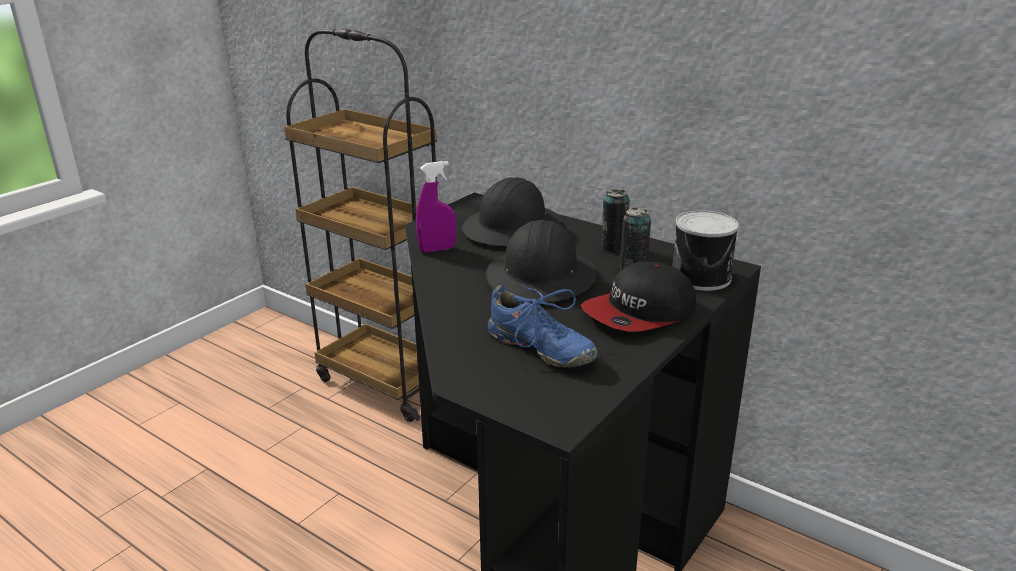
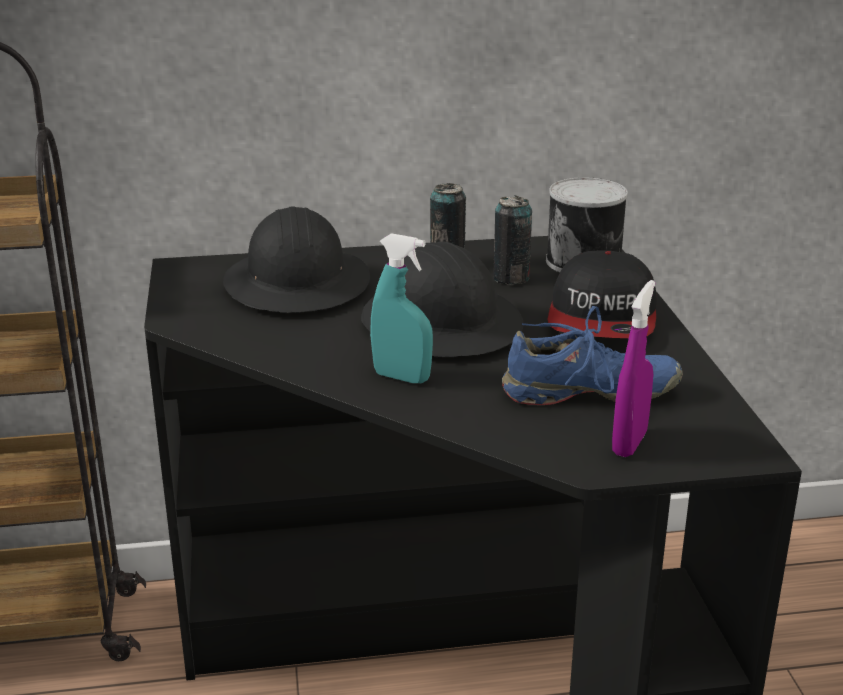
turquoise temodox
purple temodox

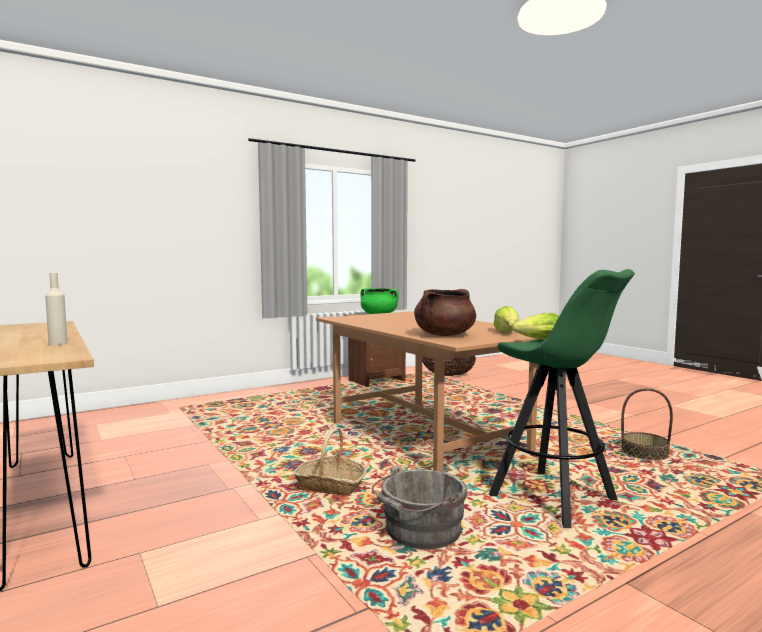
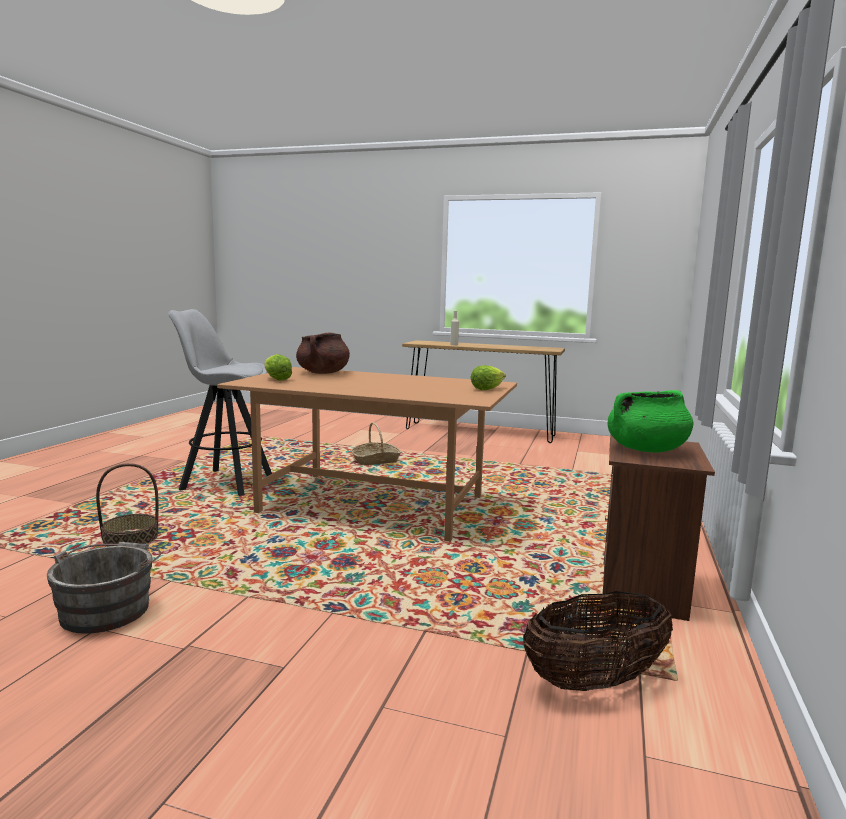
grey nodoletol
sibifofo (no. 2 from left)
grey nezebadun

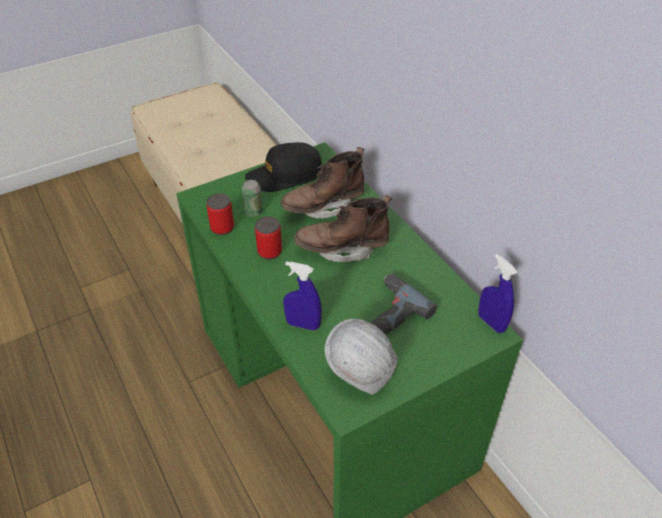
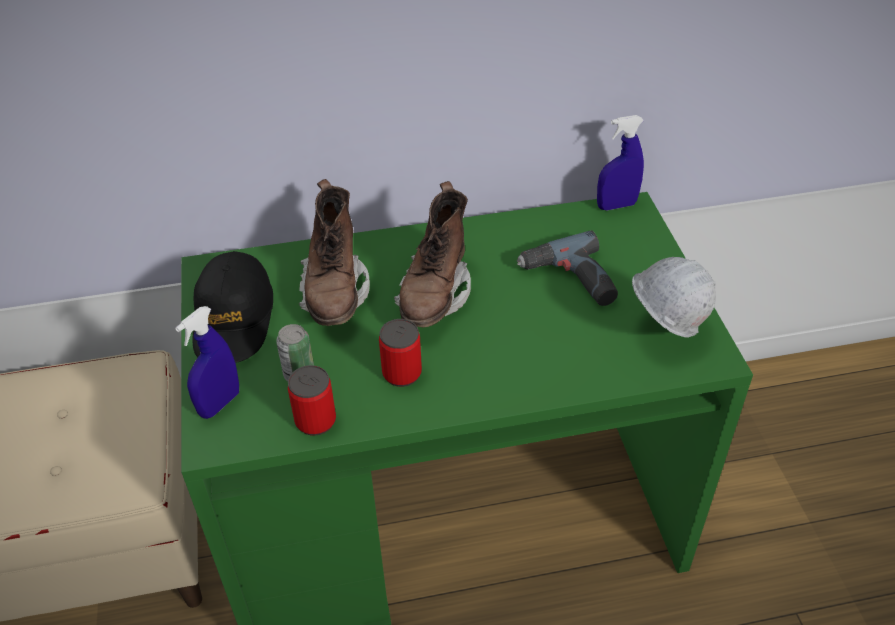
blue temodox (no. 1 from left)

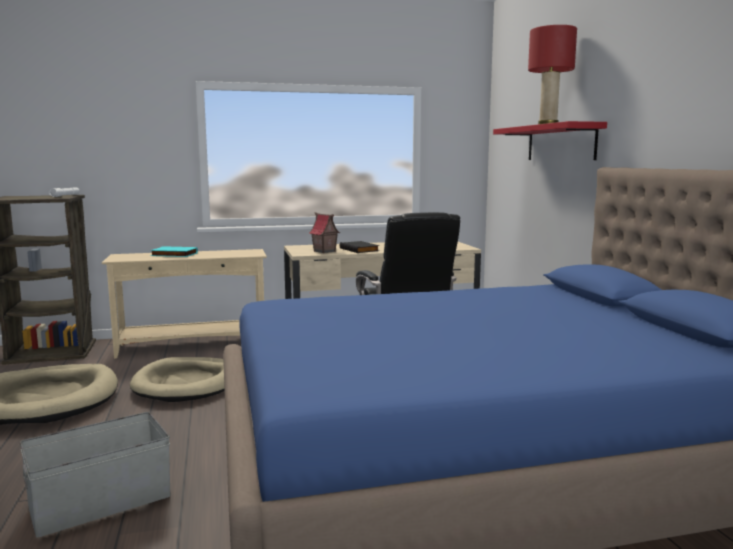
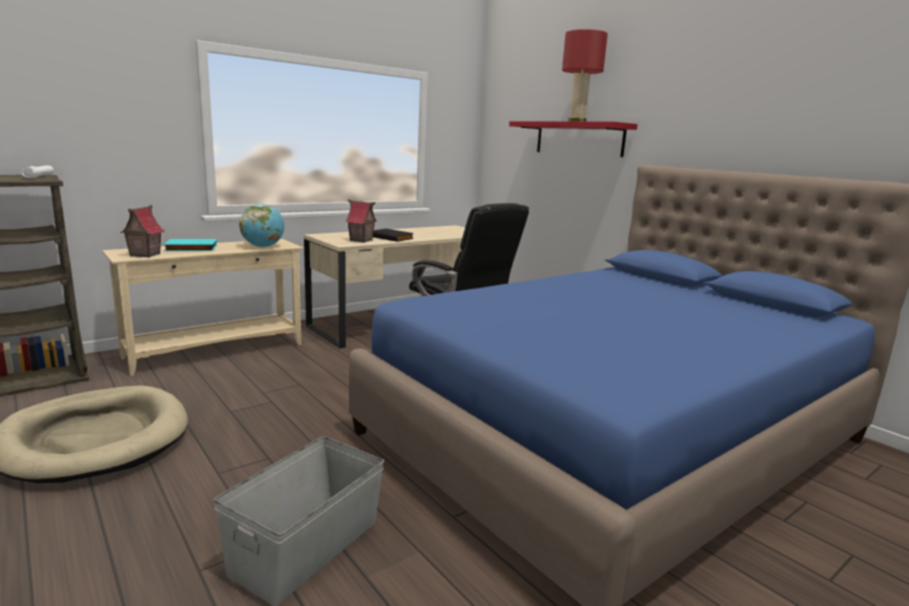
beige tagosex (no. 2 from left in the first image)
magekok (no. 1 from left)
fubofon

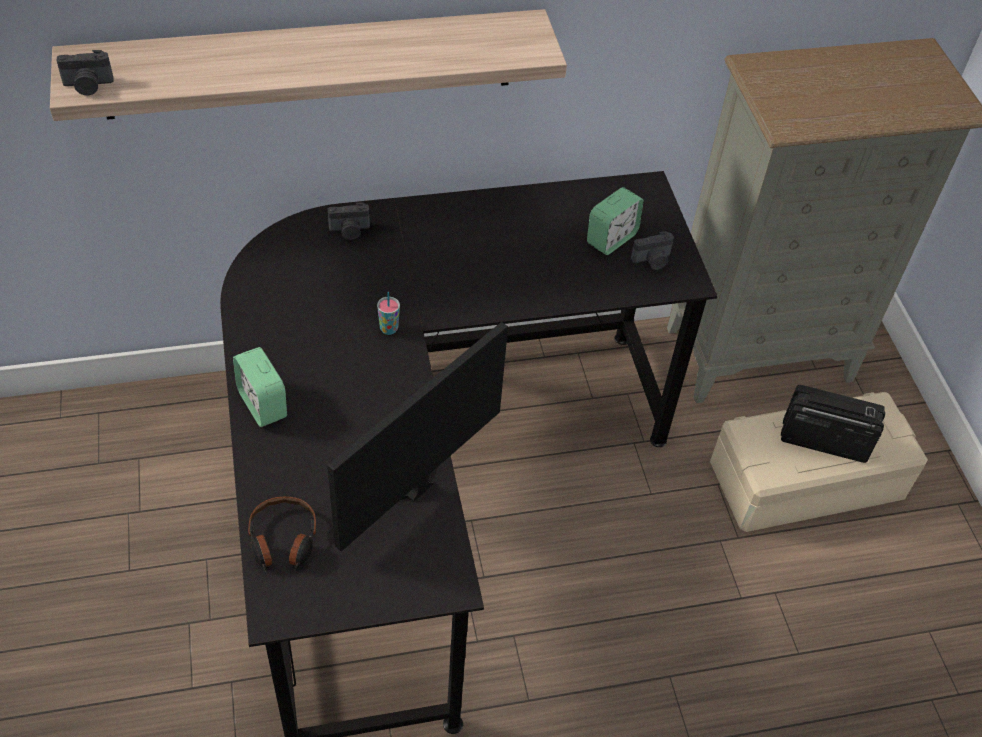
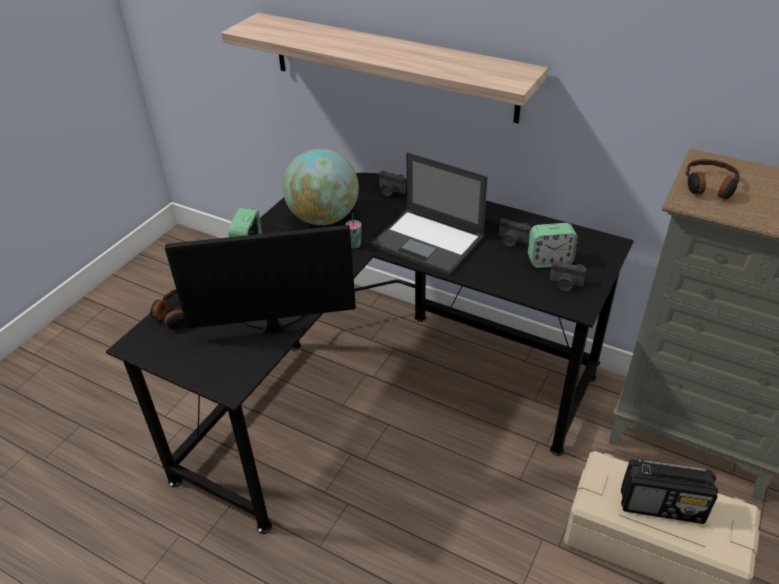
fubofon
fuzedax
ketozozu (no. 2 from left)
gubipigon (no. 2 from left)
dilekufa

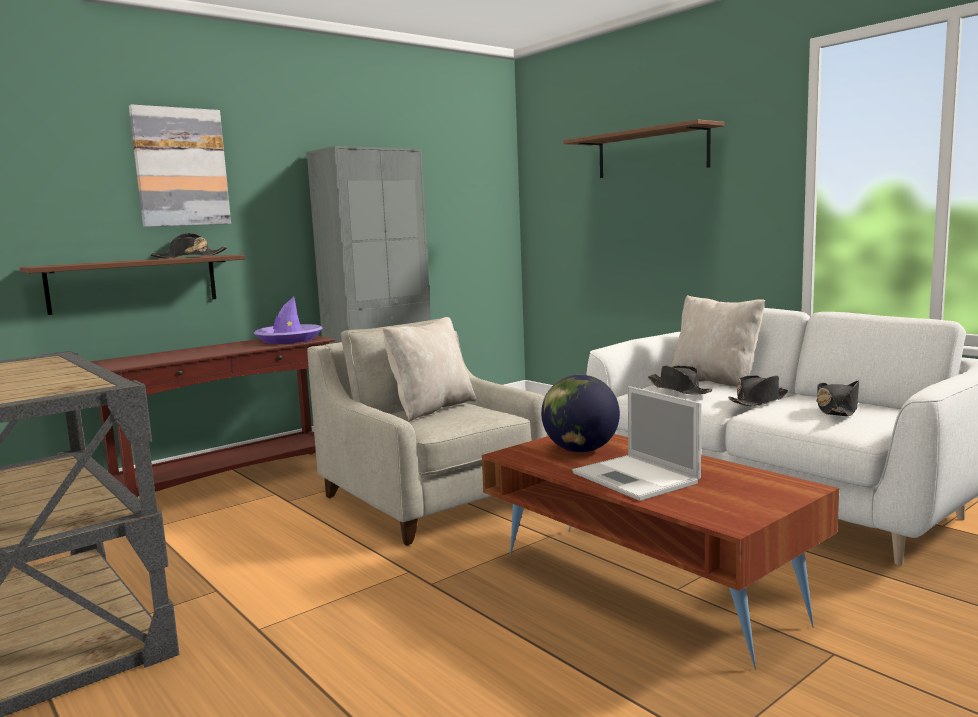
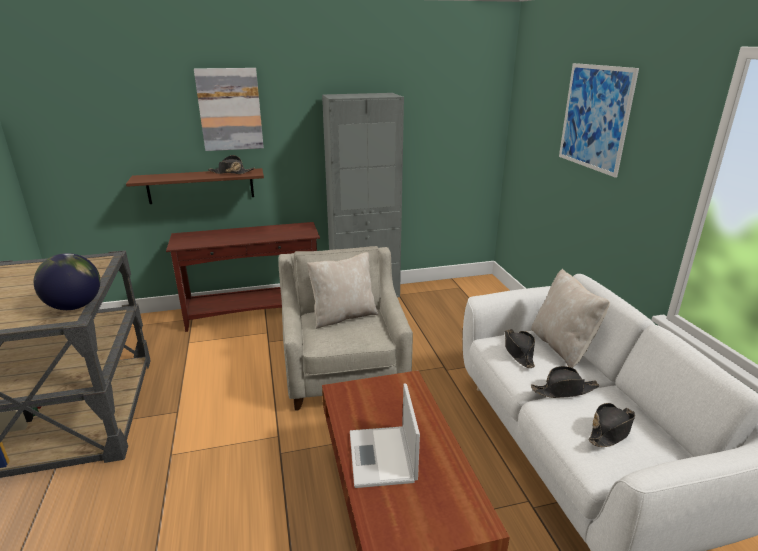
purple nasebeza
fubofon
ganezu (no. 2 from left)

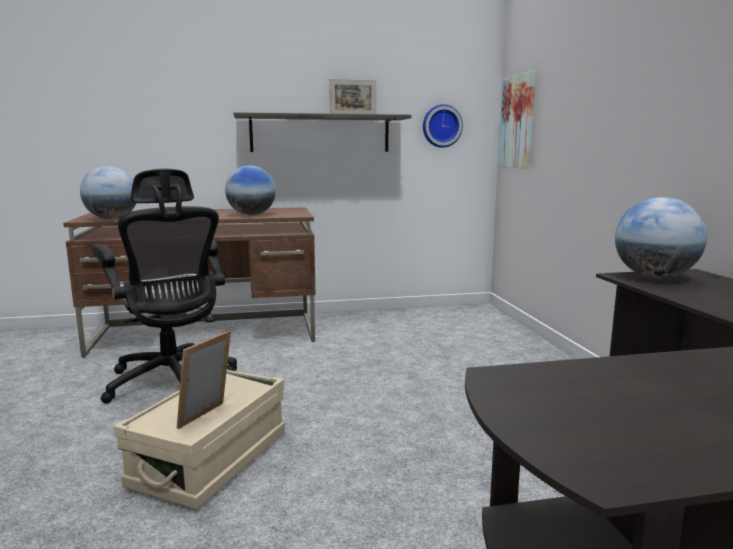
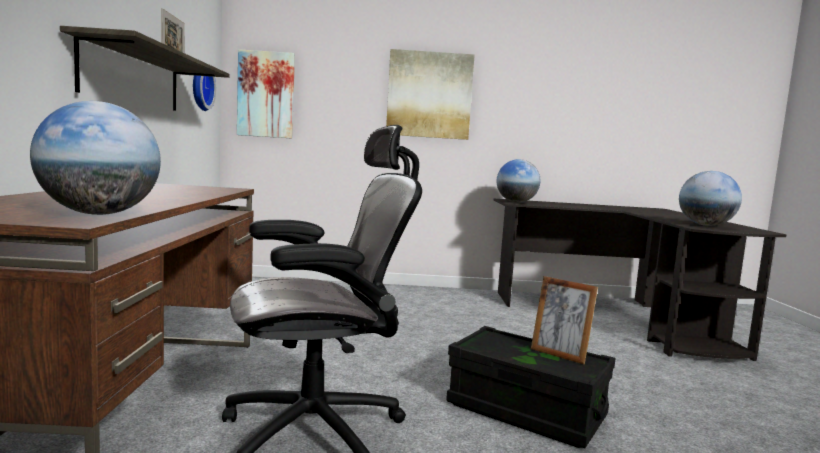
ganezu (no. 2 from left)
fubofon (no. 3 from left)
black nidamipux

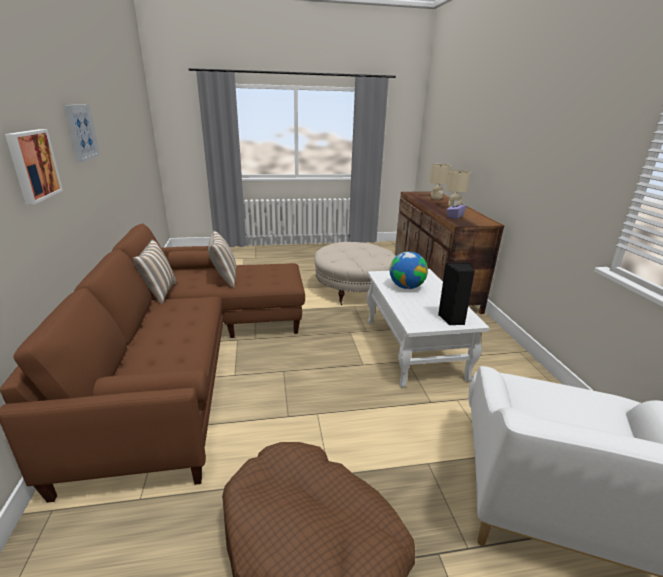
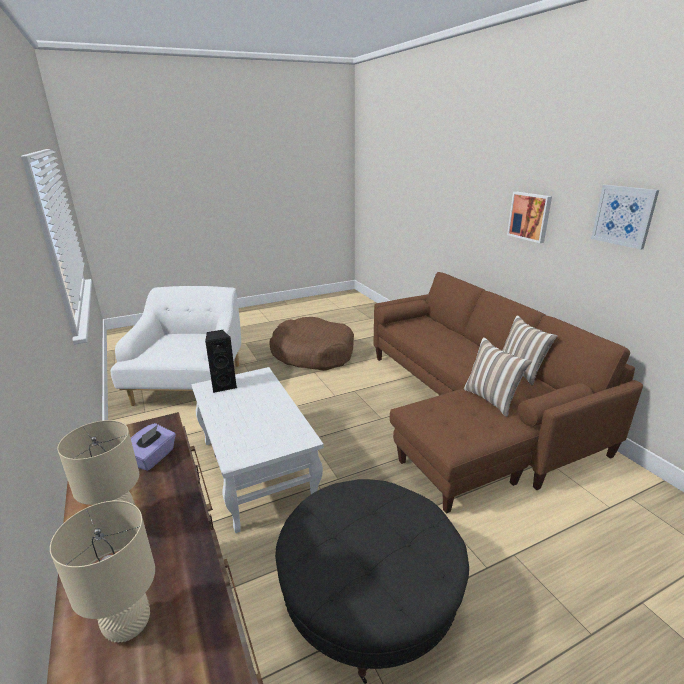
fubofon
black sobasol

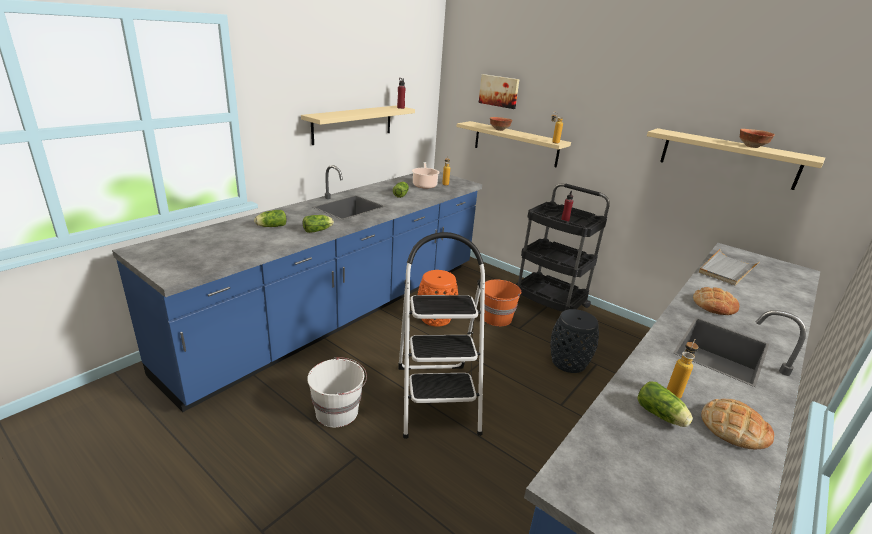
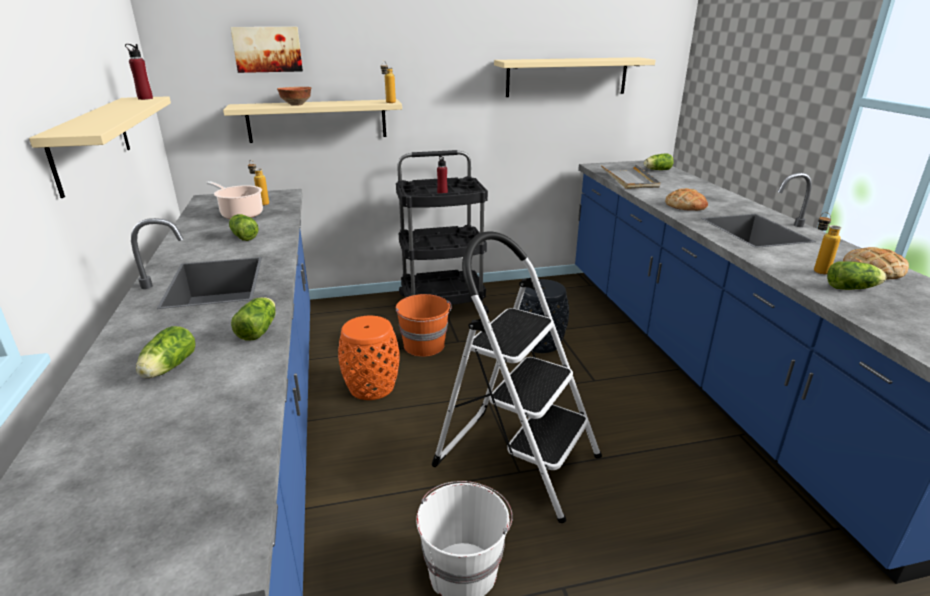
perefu (no. 2 from left in the first image)
sibifofo (no. 4 from left)

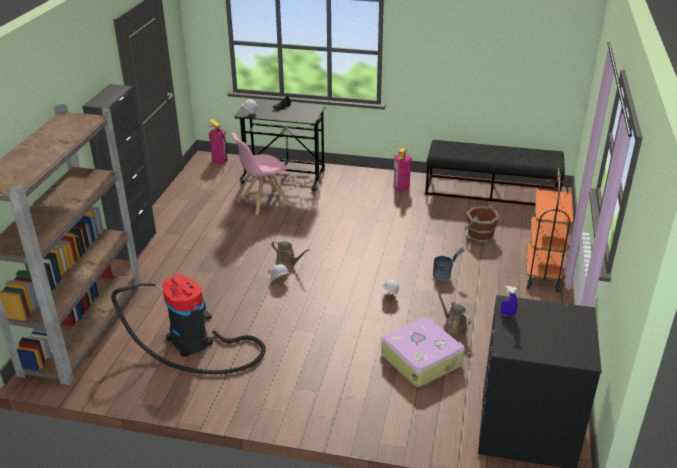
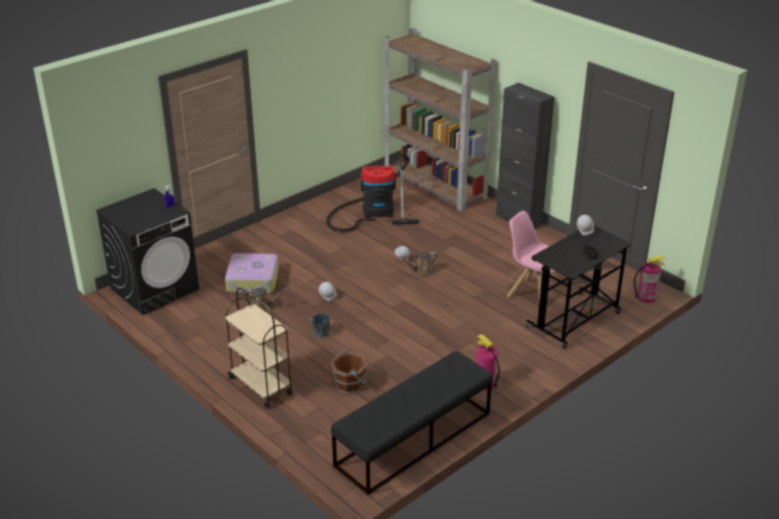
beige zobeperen
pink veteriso

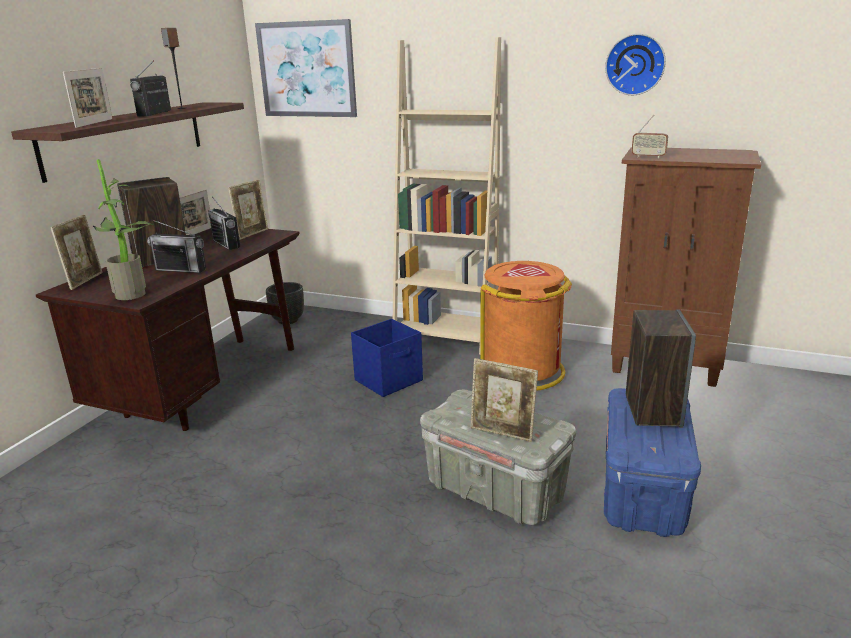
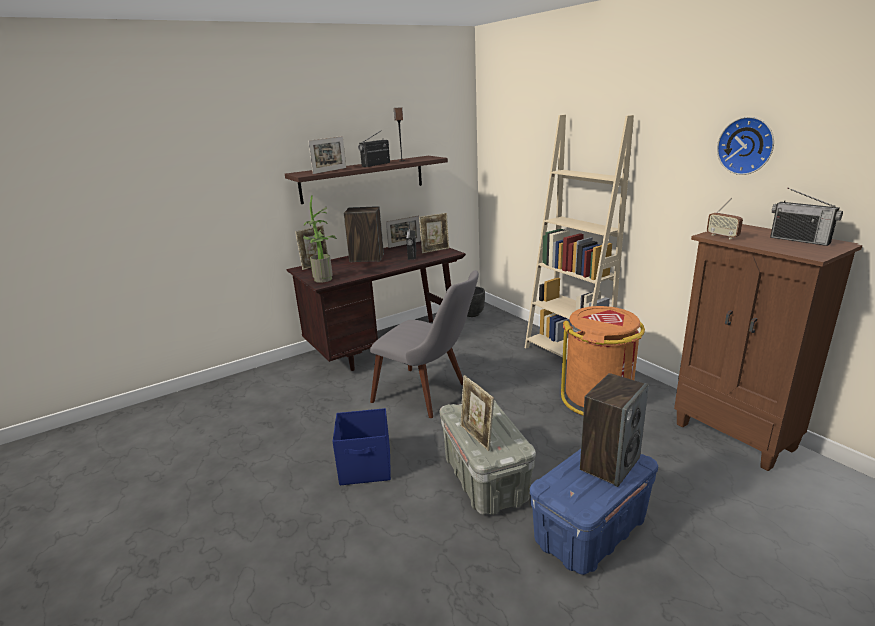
ganezu
grey veteriso
dilekufa (no. 4 from left)
blue nidamipux (no. 1 from left)

